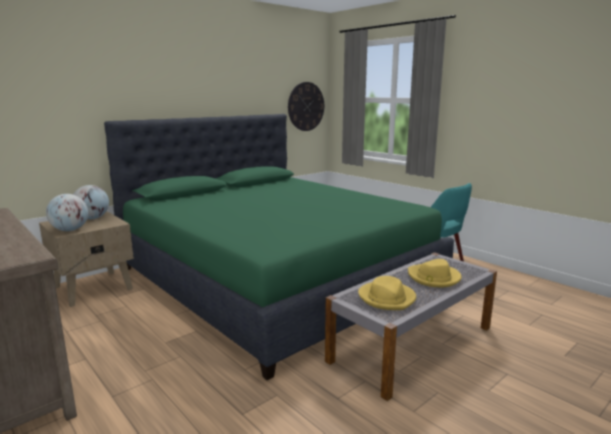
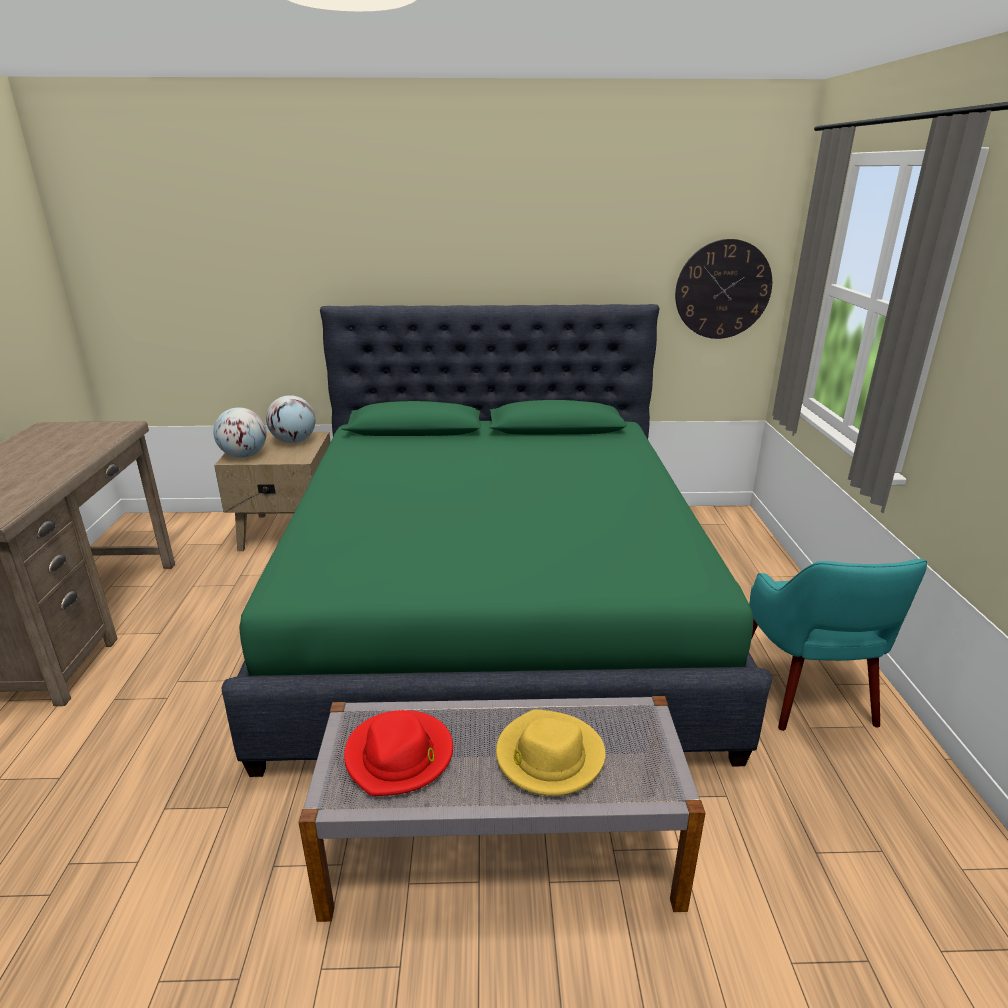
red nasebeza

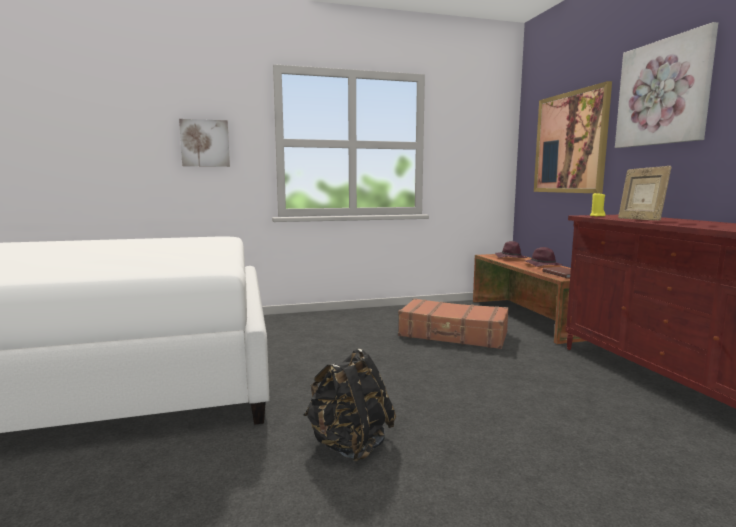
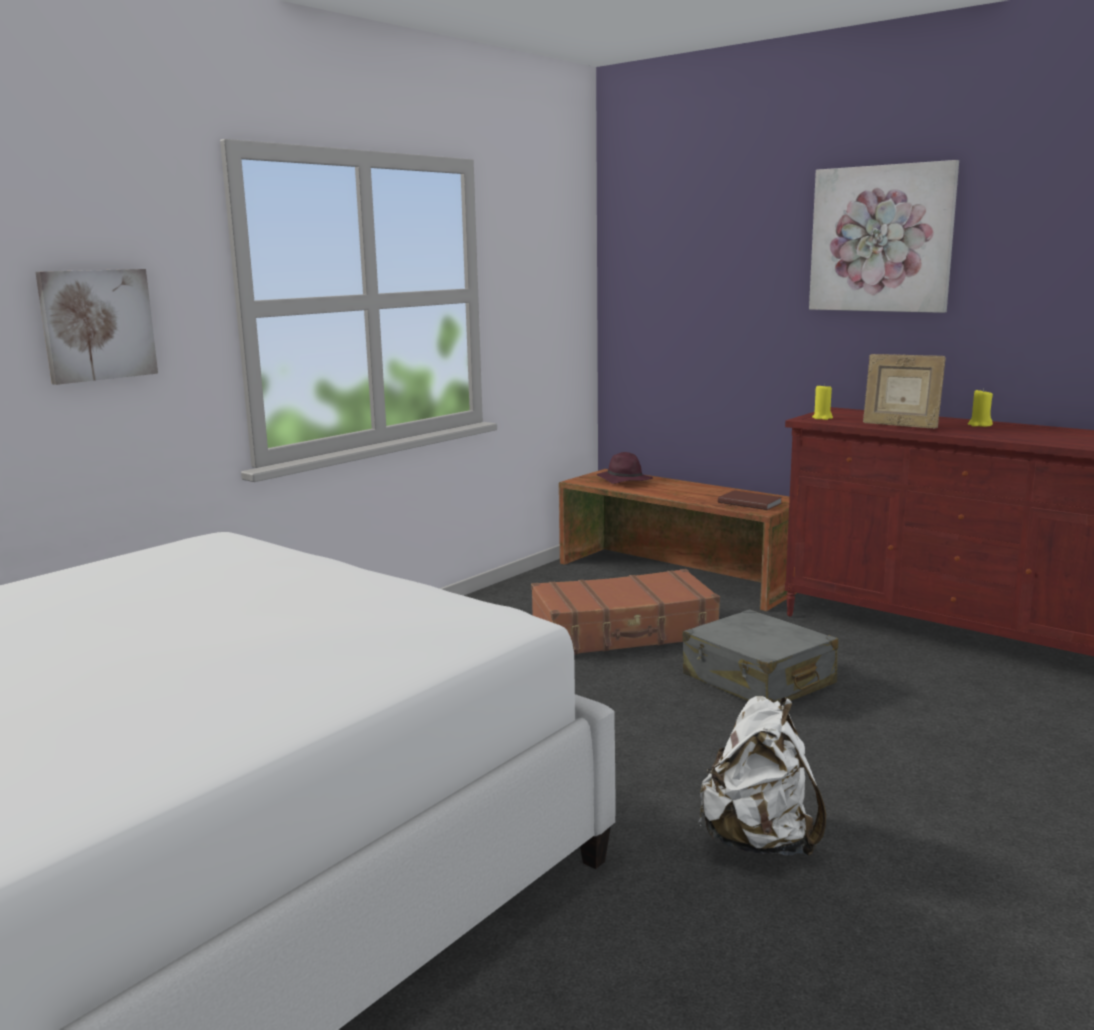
purple nasebeza (no. 2 from left in the first image)
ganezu (no. 2 from left in the first image)
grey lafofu
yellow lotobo (no. 2 from left)
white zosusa

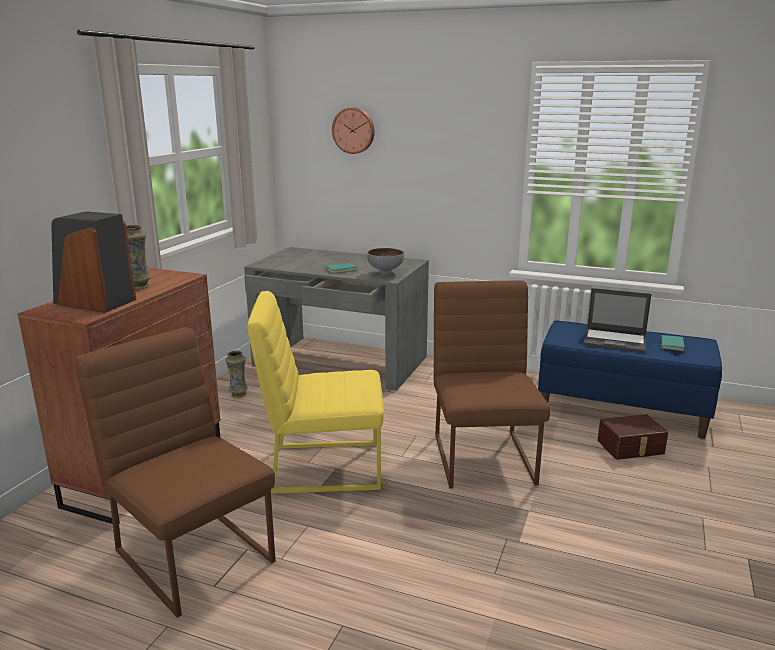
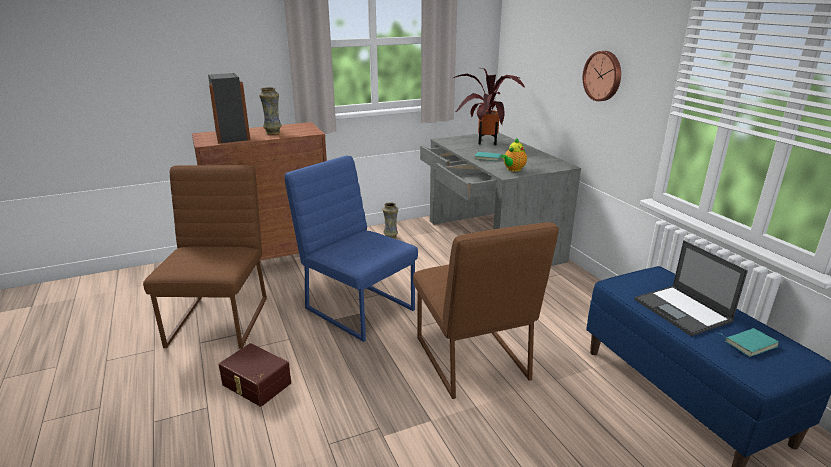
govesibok
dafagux
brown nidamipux
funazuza
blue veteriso
brown veteriso (no. 2 from left)

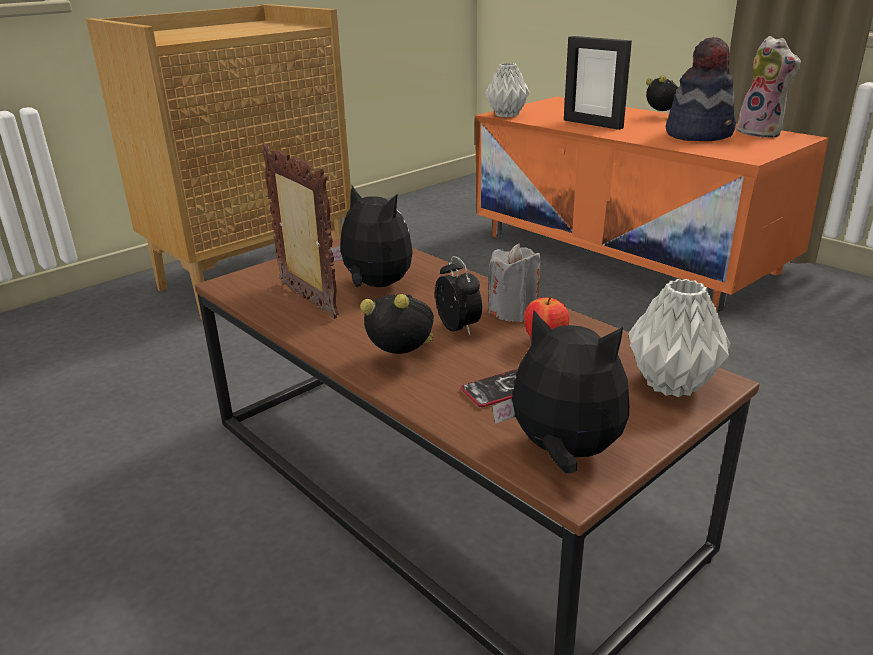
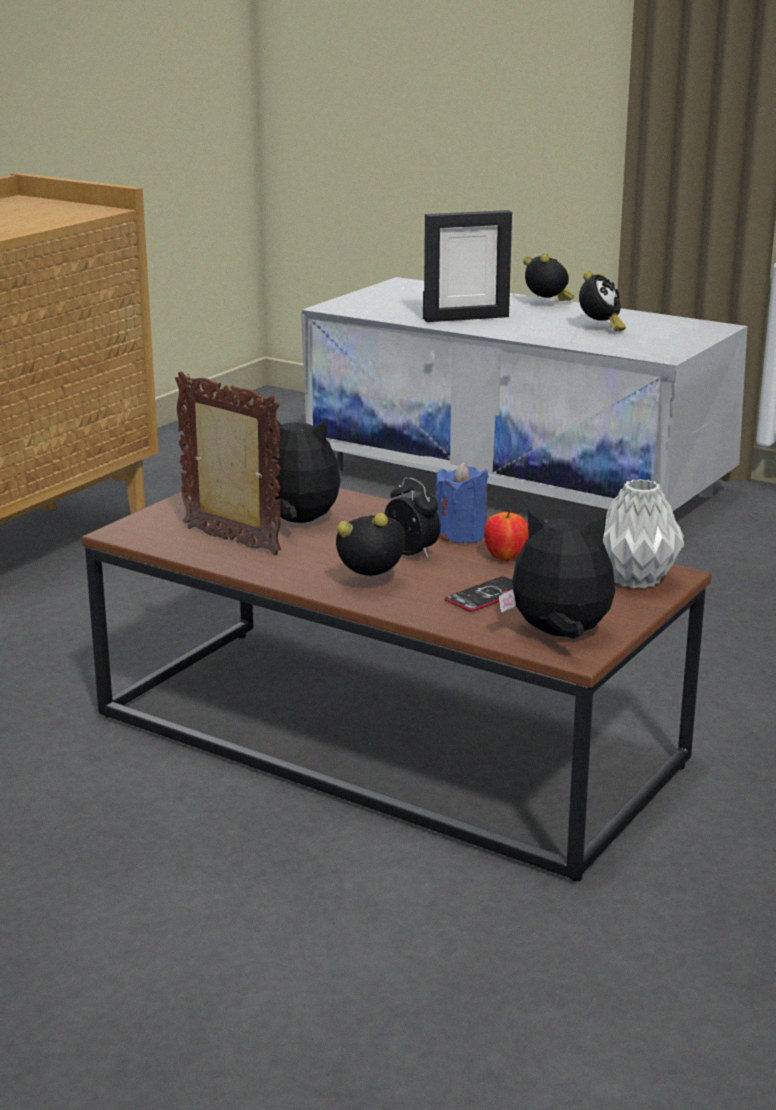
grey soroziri (no. 1 from left in the first image)
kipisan (no. 3 from left in the first image)
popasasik (no. 4 from left)
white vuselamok
blue lotobo
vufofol (no. 2 from left)

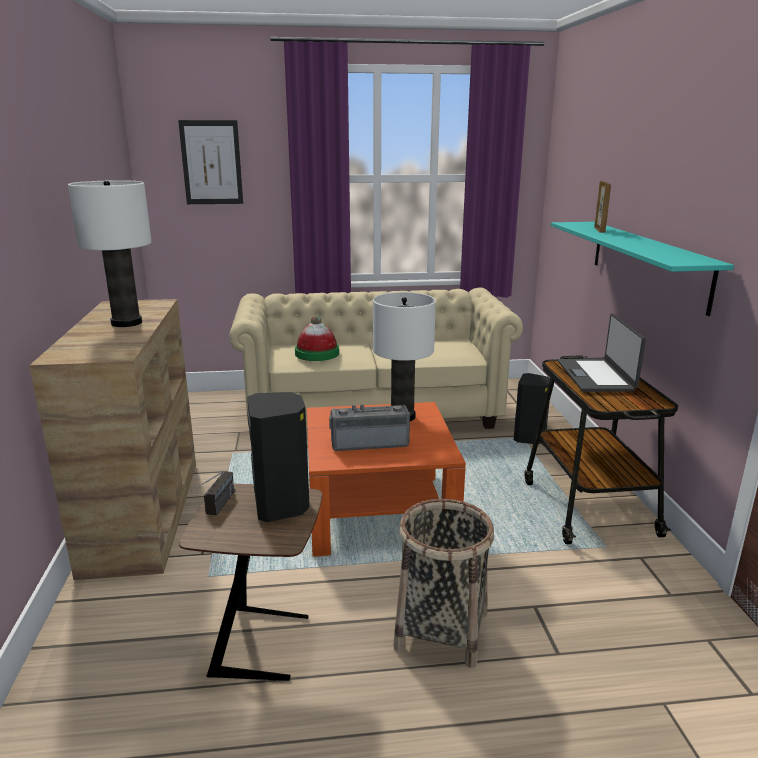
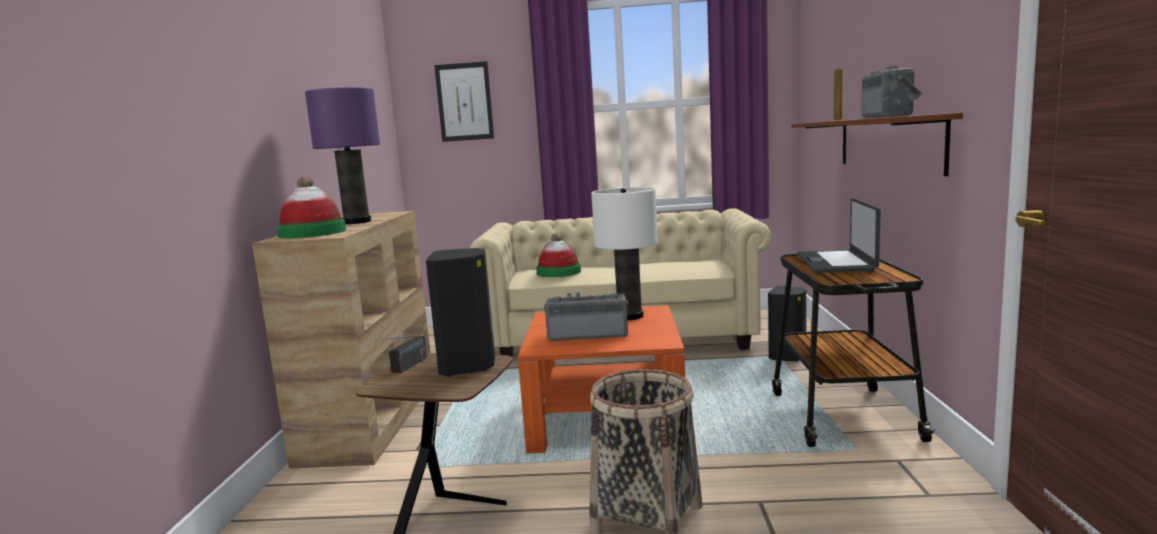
nasebeza (no. 1 from left)
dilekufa (no. 3 from left)
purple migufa
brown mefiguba

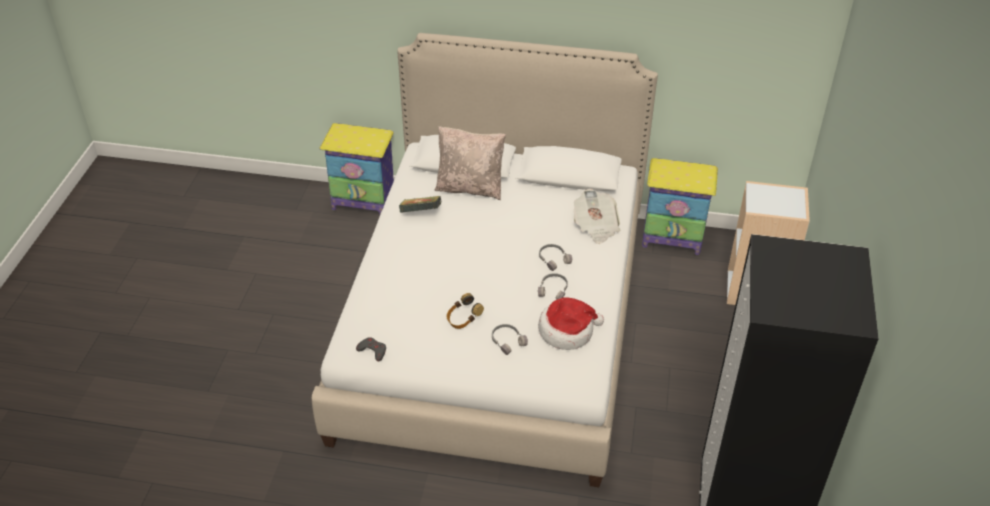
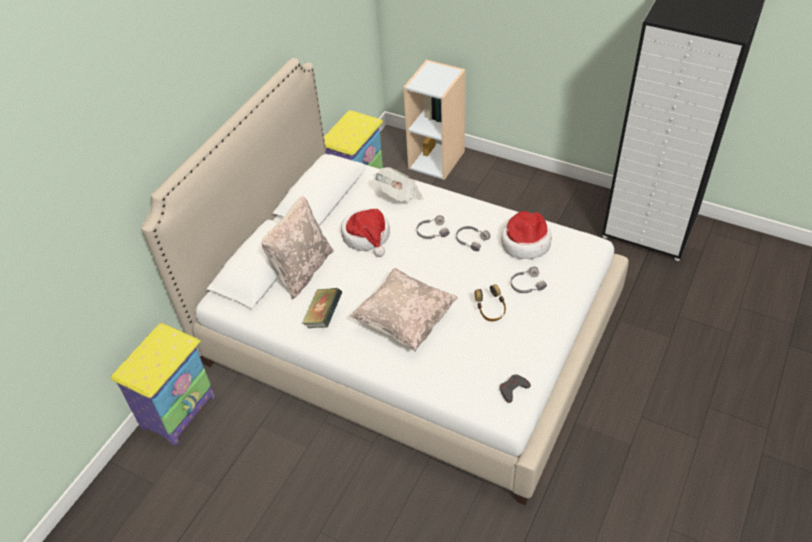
nasebeza (no. 1 from left)
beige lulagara (no. 2 from left)

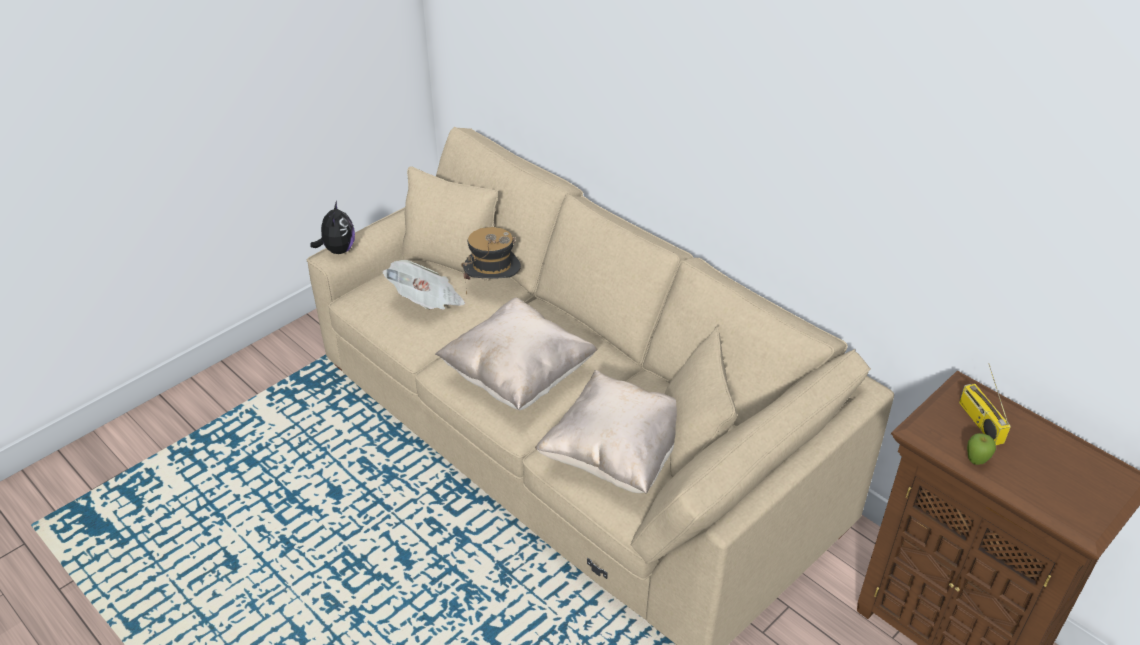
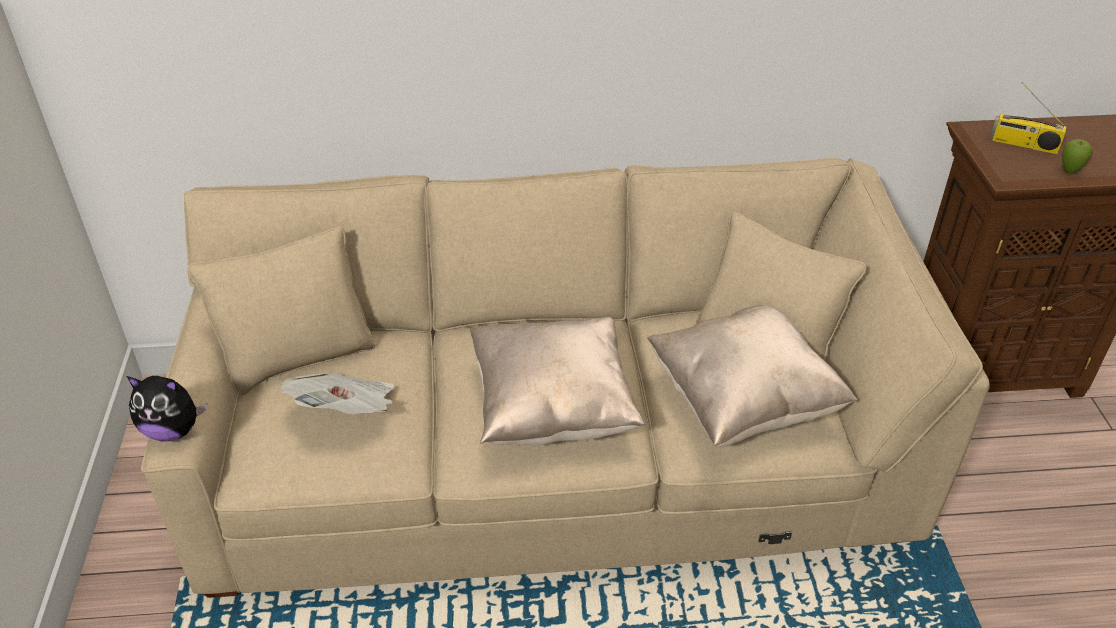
nasebeza
kipisan

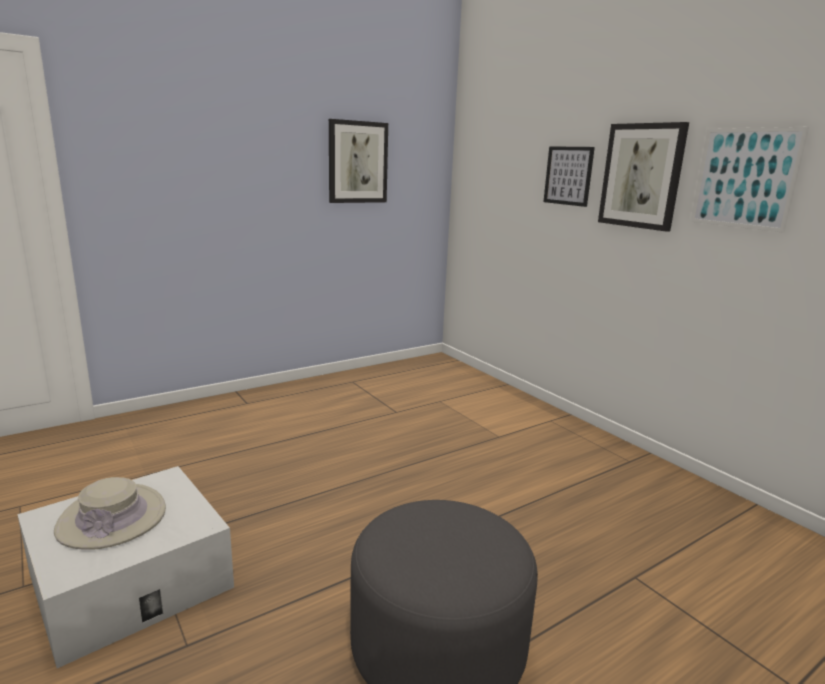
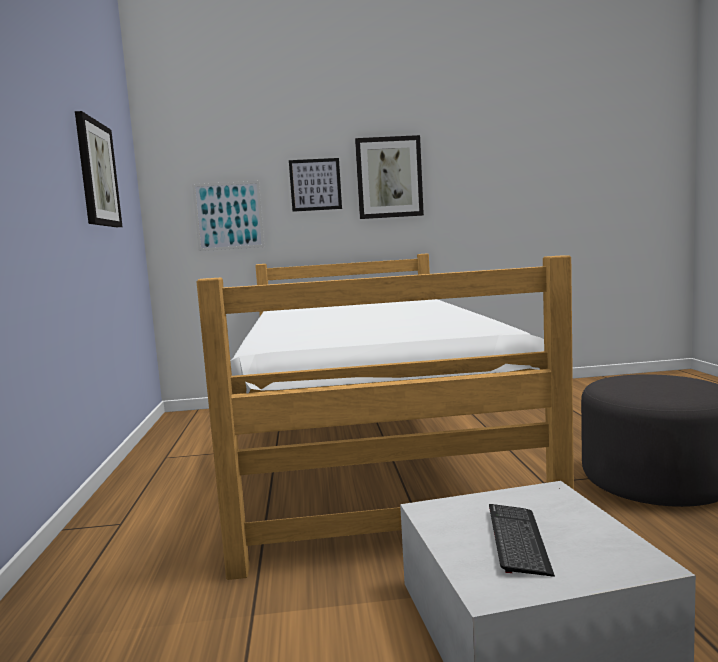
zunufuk
ganezu (no. 2 from left)
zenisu

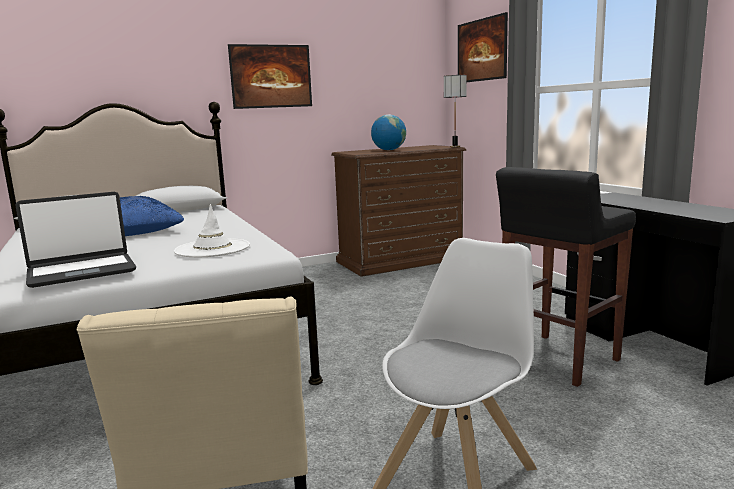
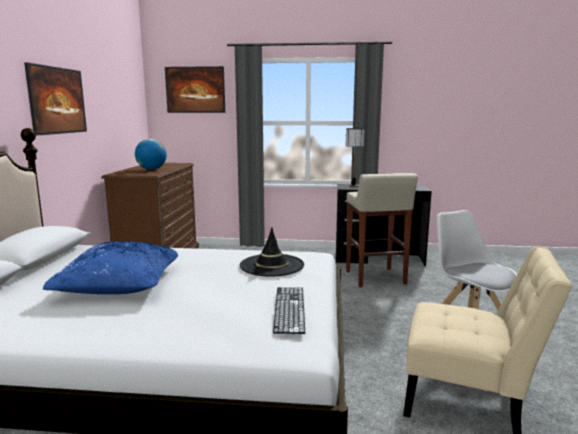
migufa
zenisu
black nasebeza
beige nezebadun

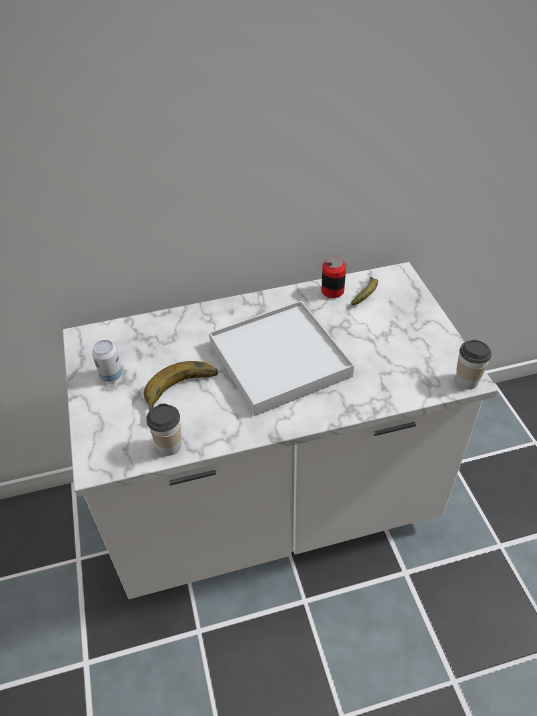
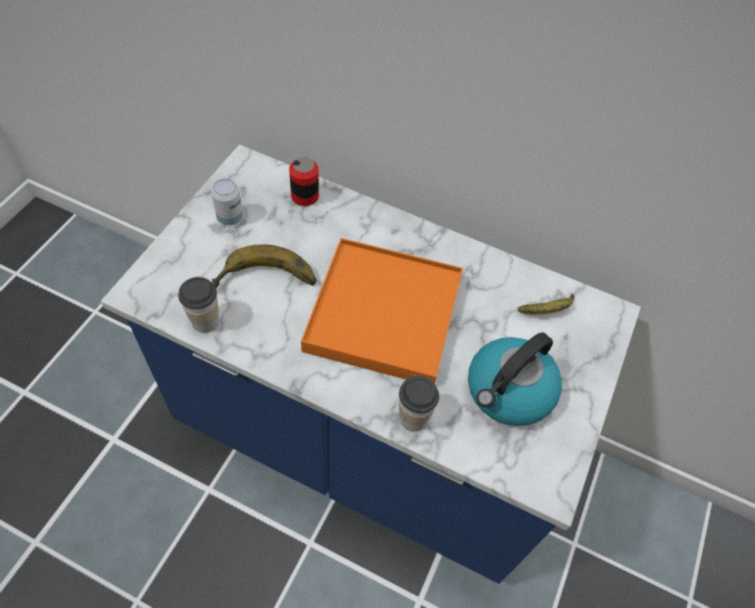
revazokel
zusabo (no. 2 from left)
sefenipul (no. 2 from left)
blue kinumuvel
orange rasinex

